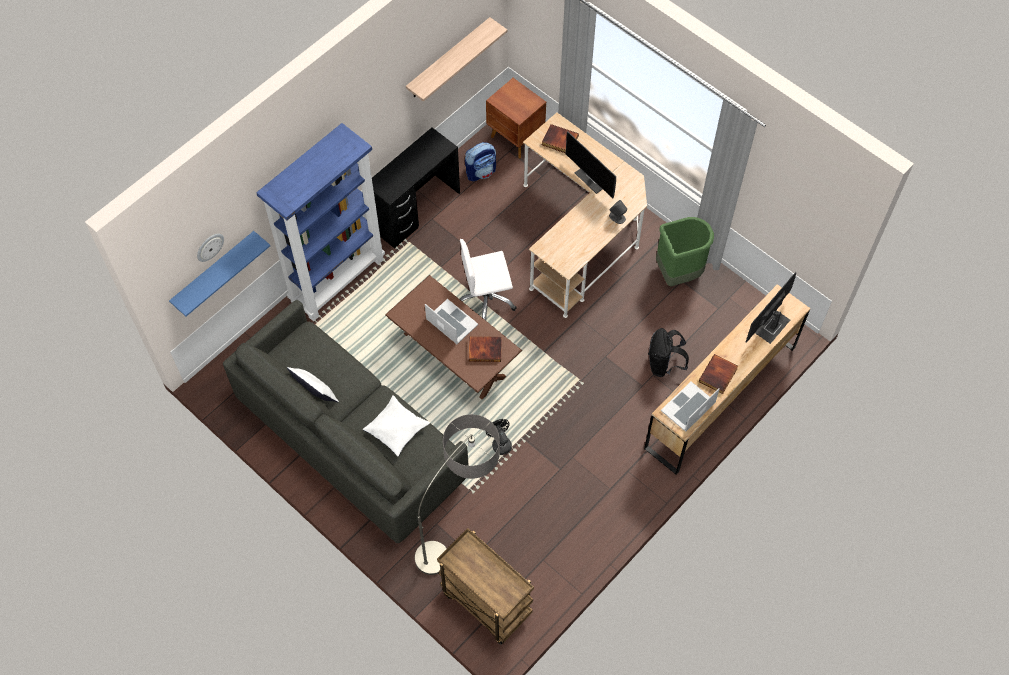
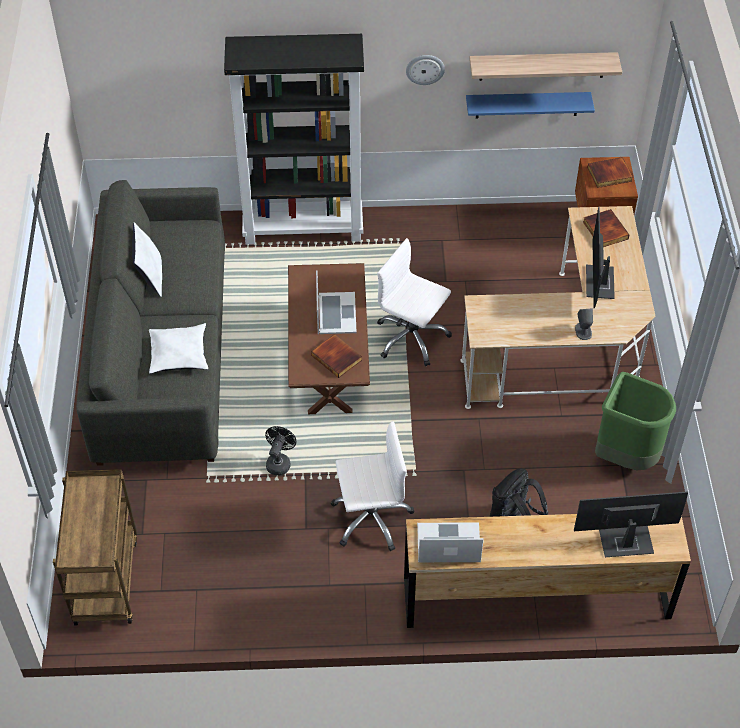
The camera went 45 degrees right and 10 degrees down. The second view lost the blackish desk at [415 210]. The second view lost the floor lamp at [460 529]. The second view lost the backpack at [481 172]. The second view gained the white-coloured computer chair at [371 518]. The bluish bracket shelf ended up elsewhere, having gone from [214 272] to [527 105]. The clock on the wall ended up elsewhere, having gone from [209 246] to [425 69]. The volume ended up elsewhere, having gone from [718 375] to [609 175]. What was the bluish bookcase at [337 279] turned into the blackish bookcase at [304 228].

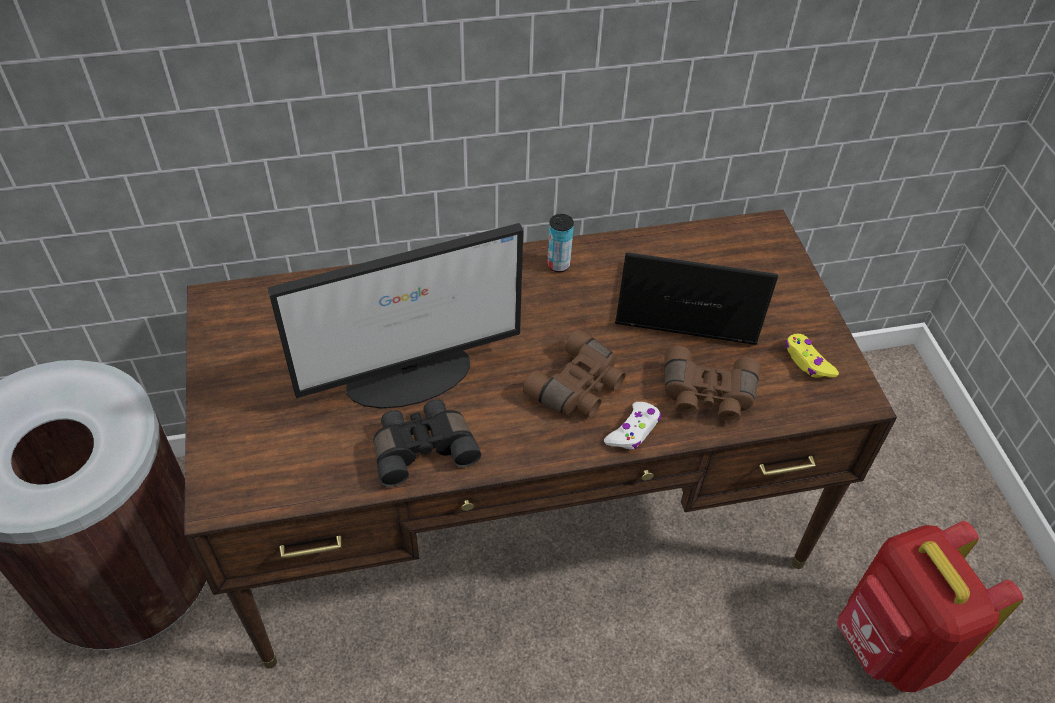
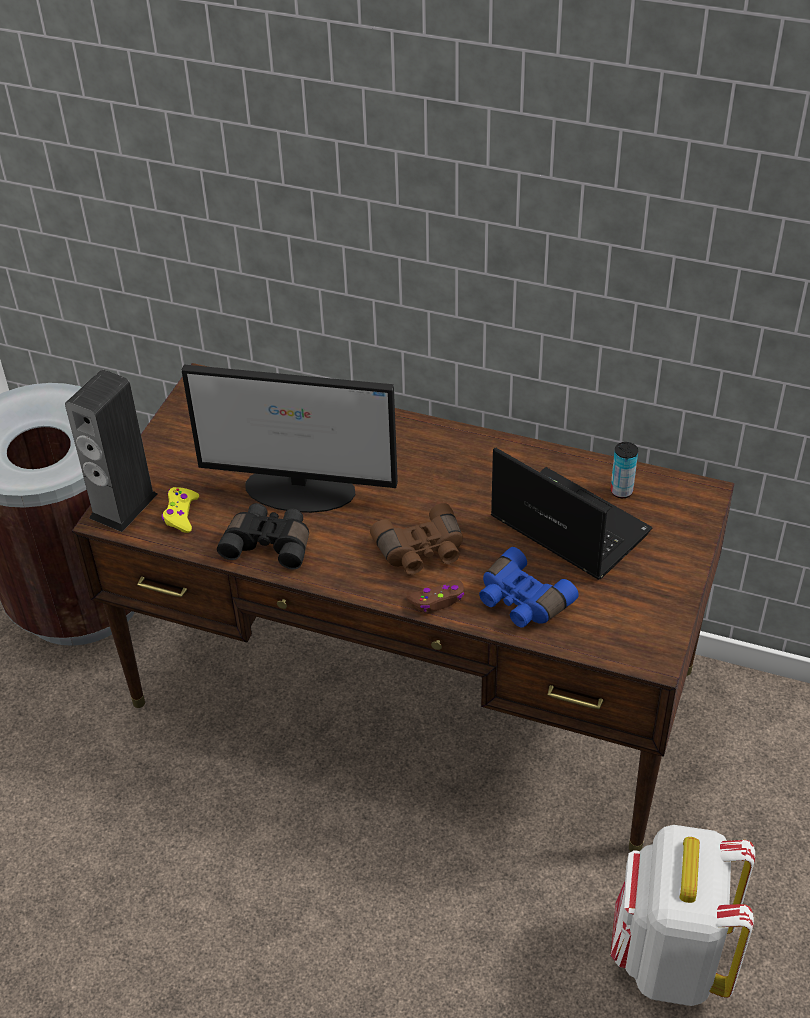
The camera went 35 degrees right and 5 degrees down. The second view gained the audio speaker at [123 506]. The can ended up elsewhere, having gone from [558 265] to [621 491]. The yellow-coloured gamepad ended up elsewhere, having gone from [807 361] to [181 514]. What was the white-coloured gamepad at [633 431] turned into the brown gamepad at [438 600]. What was the brown binoculars at [707 396] turned into the bluish binoculars at [521 601]. What was the red-coloured backpack at [891 645] turned into the white-coloured backpack at [670 958].

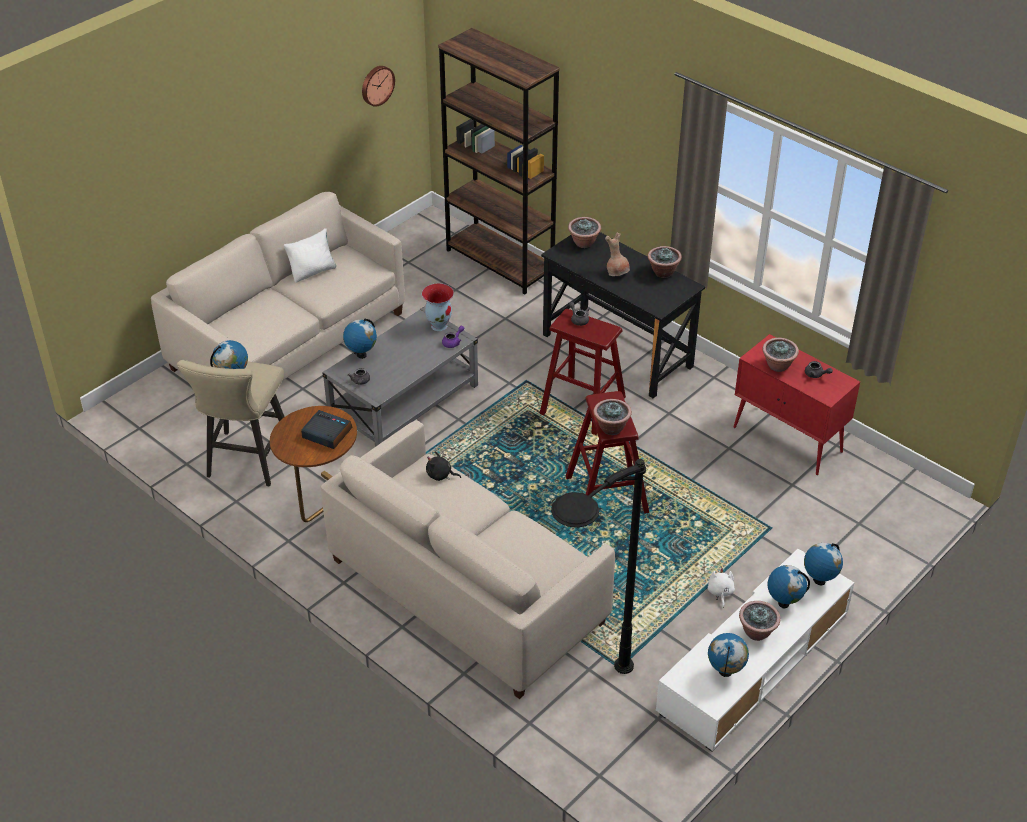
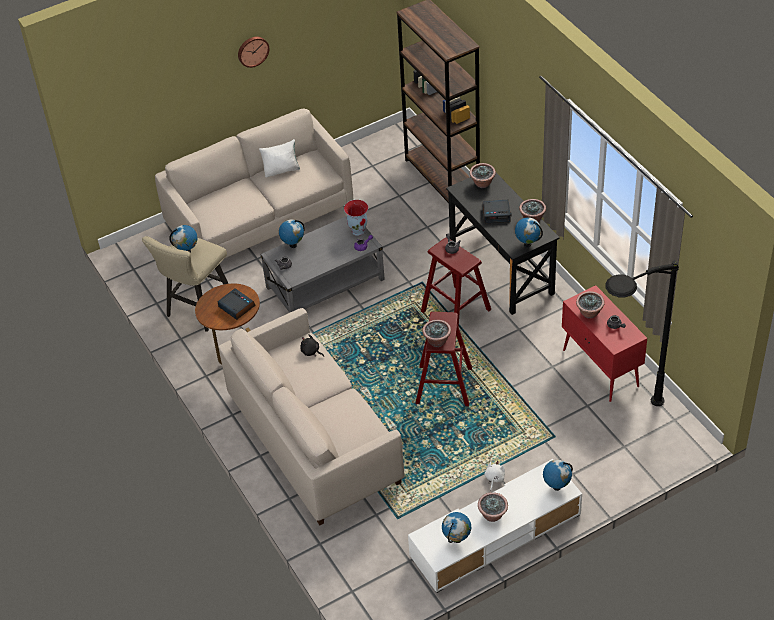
The camera went 20 degrees right and 5 degrees up. The clock on the wall ended up elsewhere, having gone from [376 85] to [252 51]. The blackish floor lamp ended up elsewhere, having gone from [583 703] to [622 419]. The desk globe ended up elsewhere, having gone from [783 603] to [527 244]. Where the brown flower vase stood at [617 273], the alarm clock came to stand at [496 214].

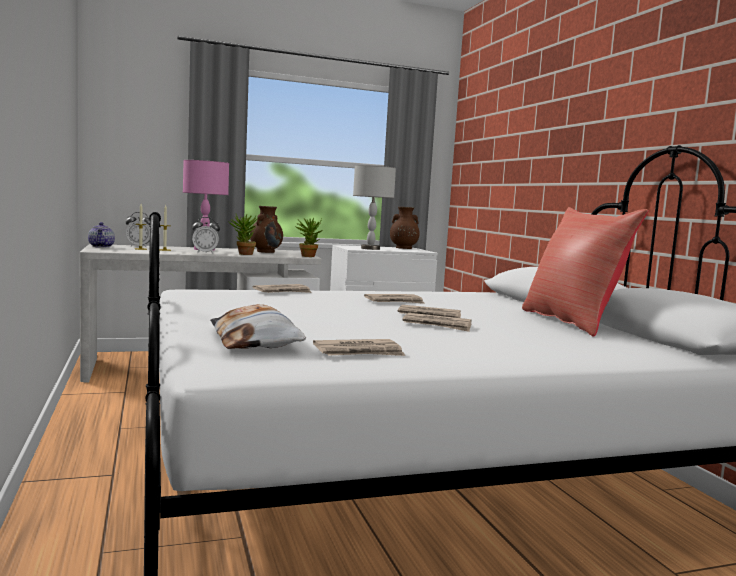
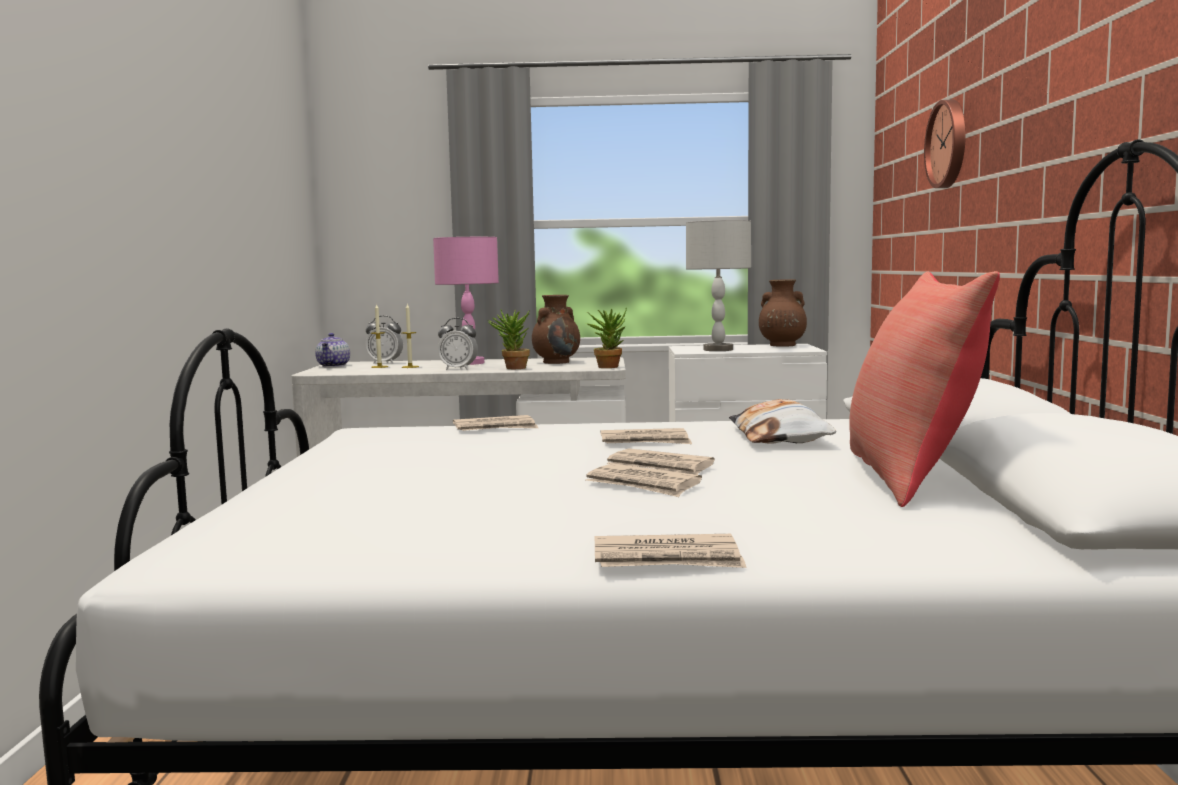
The camera went 20 degrees right and 0 degrees up. The second view gained the clock on the wall at [949 144]. The pillow ended up elsewhere, having gone from [255 340] to [780 437]. The printed paper ended up elsewhere, having gone from [359 352] to [668 559].

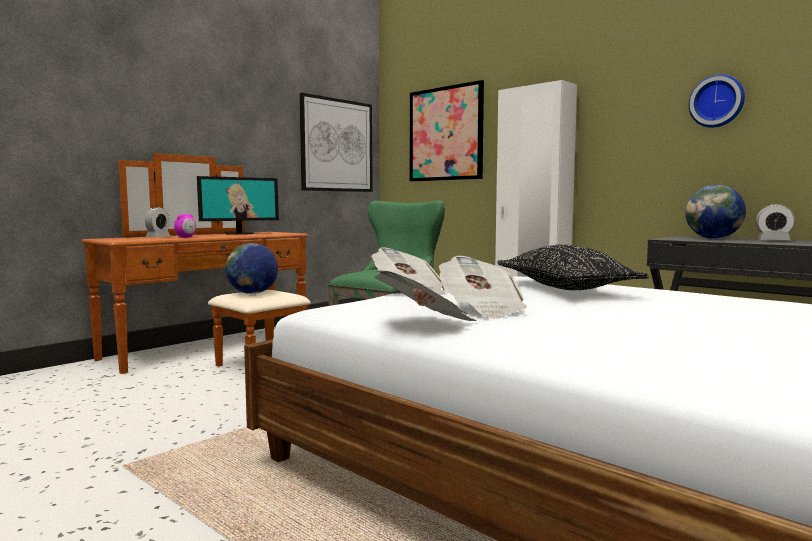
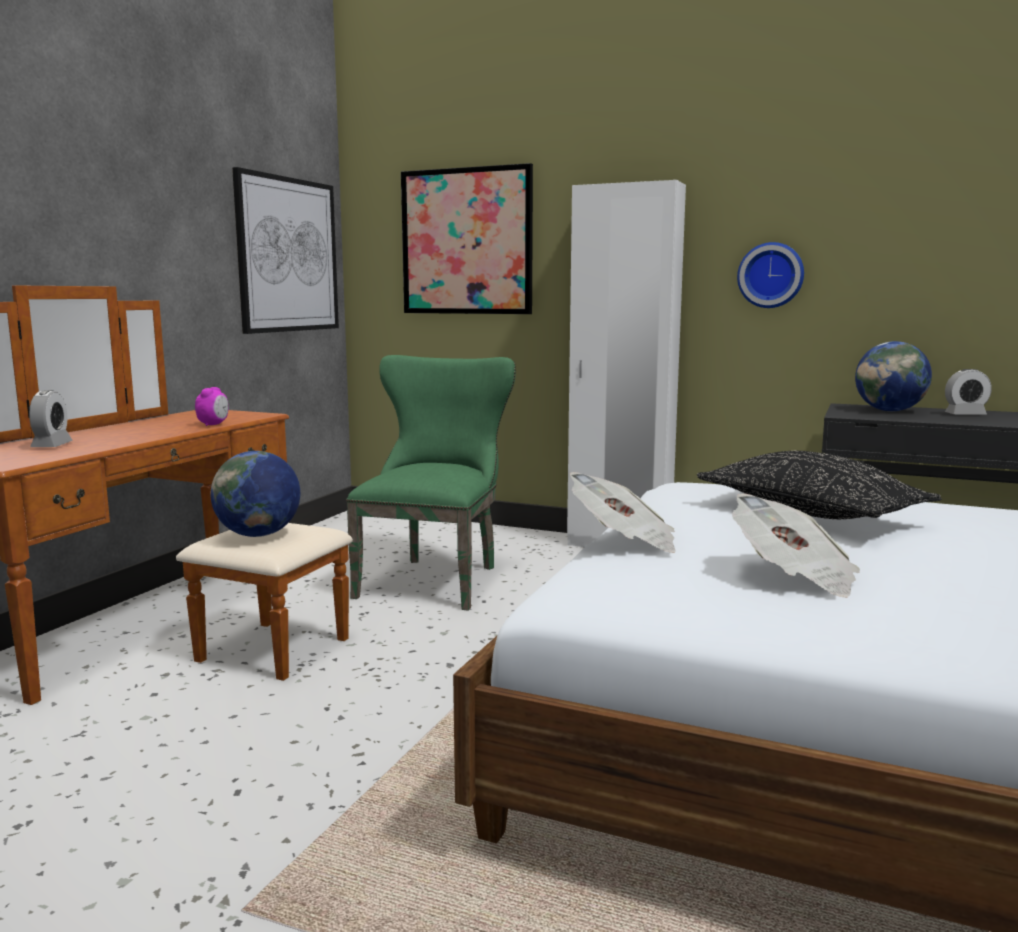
The camera went 20 degrees left and 5 degrees up. The second view lost the monitor at [240 233]. The second view lost the printed paper at [426 325]. The alarm clock ended up elsewhere, having gone from [186 237] to [213 424]. The clock on the wall ended up elsewhere, having gone from [717 101] to [770 275].

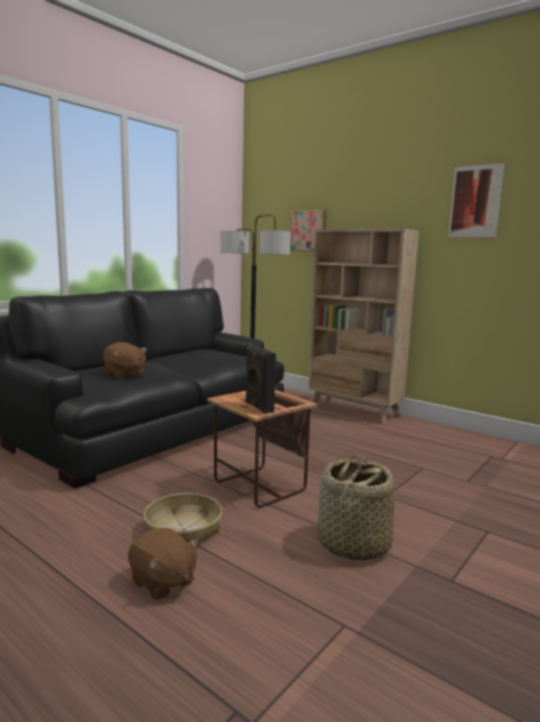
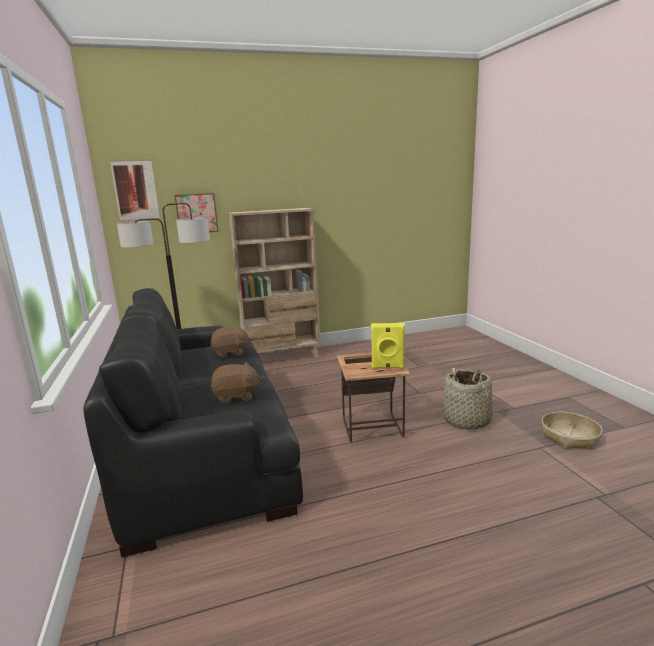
The camera went 55 degrees left and 5 degrees up. The brown cuddly toy ended up elsewhere, having gone from [162 582] to [231 353]. The basket ended up elsewhere, having gone from [183 530] to [570 437]. The picture ended up elsewhere, having gone from [475 201] to [135 190]. What was the blackish audio speaker at [258 407] turned into the yellow-coloured audio speaker at [387 367].

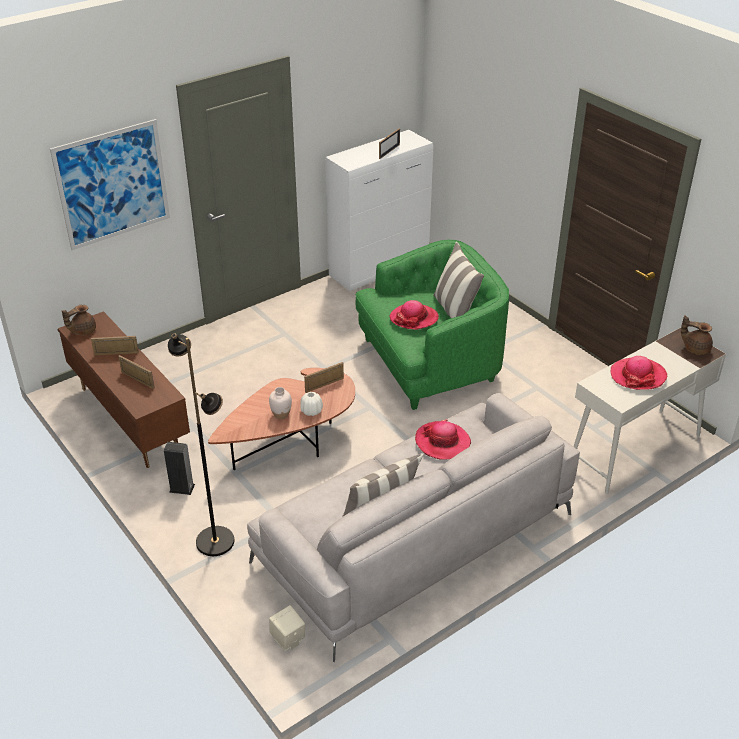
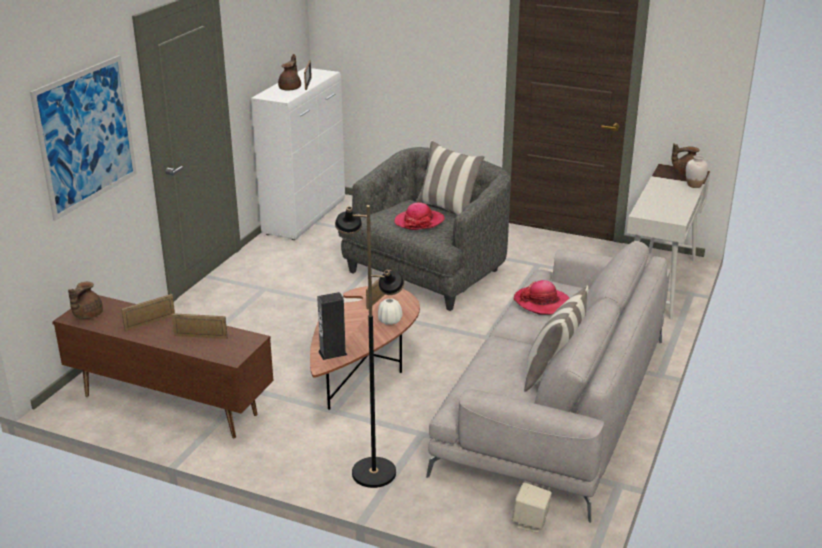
The camera went 30 degrees left and 10 degrees down. The second view lost the wearable hat at [638 376]. The second view gained the brown tea pot at [290 88]. The audio speaker ended up elsewhere, having gone from [182 488] to [332 353]. The white-coloured flower vase ended up elsewhere, having gone from [281 414] to [694 185]. What was the green lounge chair at [429 363] turned into the greyish lounge chair at [427 273].

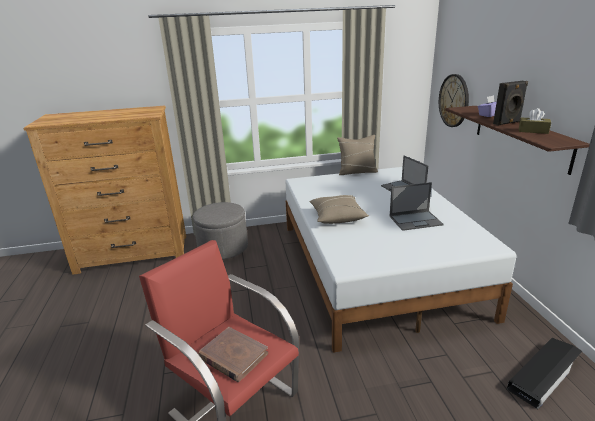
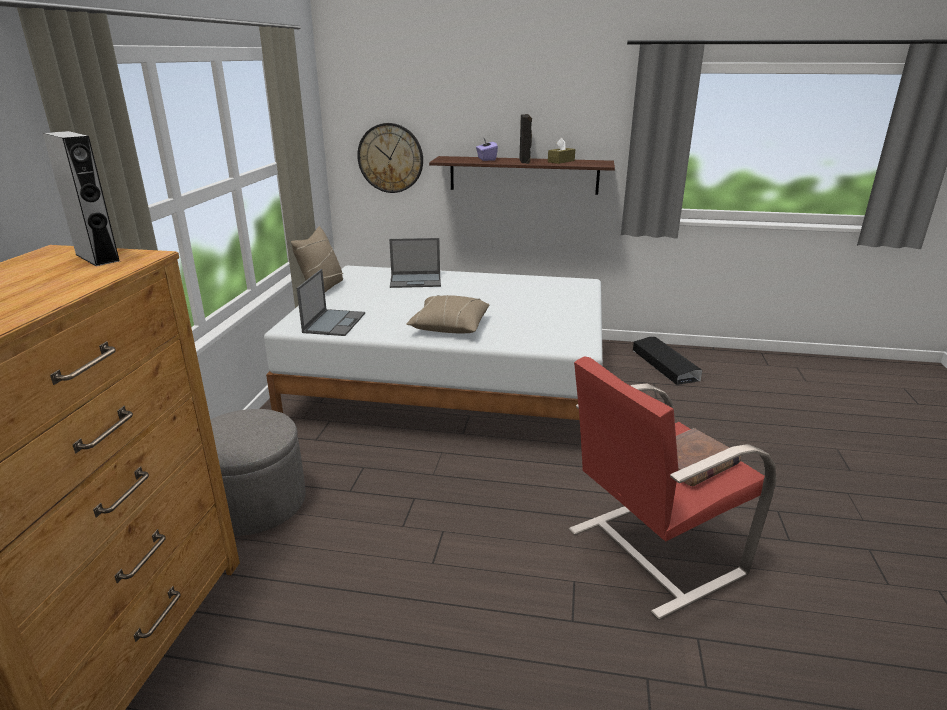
The camera went 70 degrees left and 0 degrees up. The second view gained the greyish audio speaker at [97 257]. The notebook computer ended up elsewhere, having gone from [416 220] to [334 322].

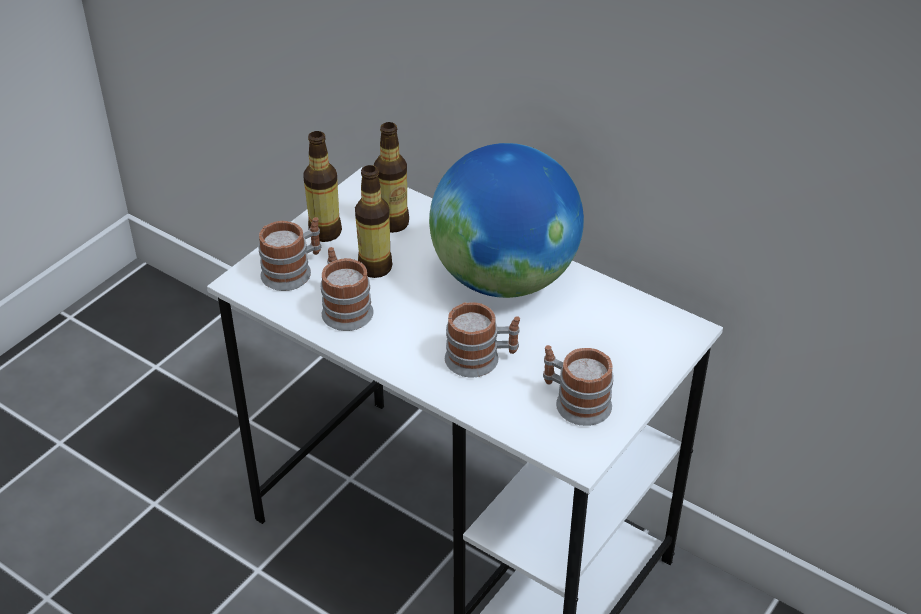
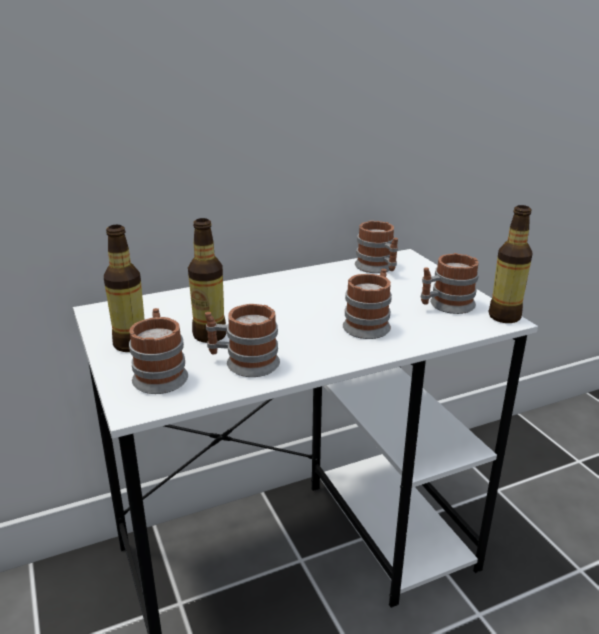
The camera went 60 degrees left and 15 degrees down. The second view lost the desk globe at [503 279]. The second view gained the tea mug at [378 268]. The drink bottle ended up elsewhere, having gone from [393 223] to [504 316].

